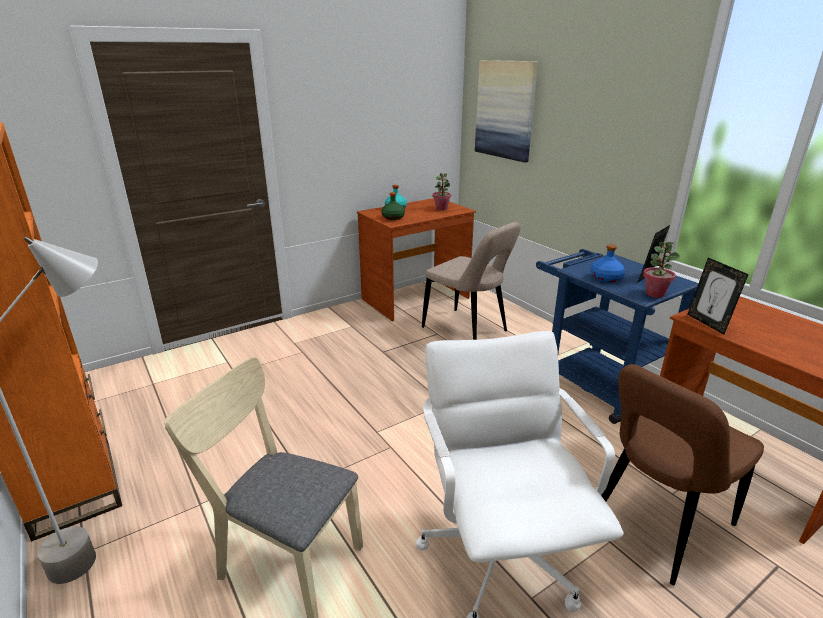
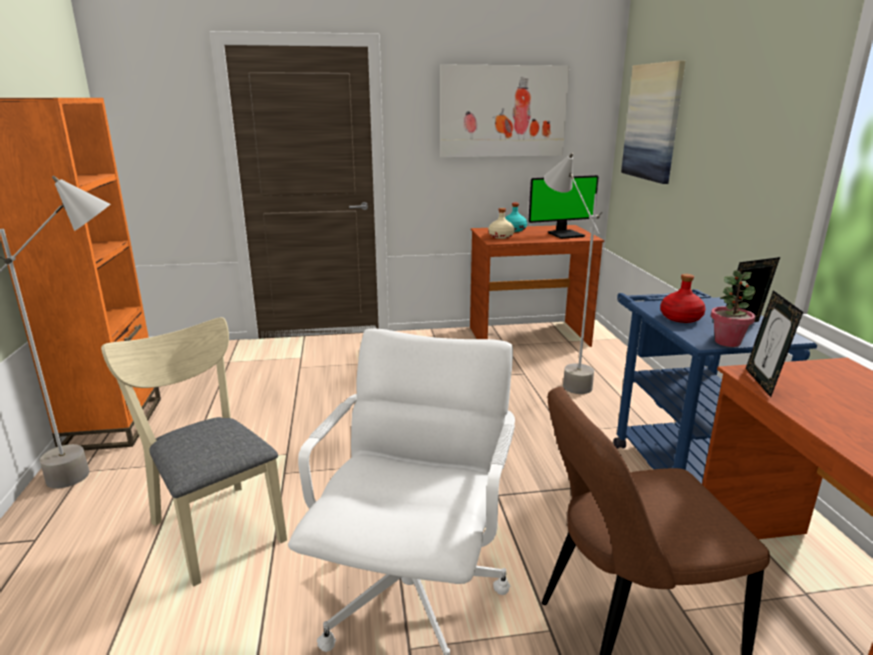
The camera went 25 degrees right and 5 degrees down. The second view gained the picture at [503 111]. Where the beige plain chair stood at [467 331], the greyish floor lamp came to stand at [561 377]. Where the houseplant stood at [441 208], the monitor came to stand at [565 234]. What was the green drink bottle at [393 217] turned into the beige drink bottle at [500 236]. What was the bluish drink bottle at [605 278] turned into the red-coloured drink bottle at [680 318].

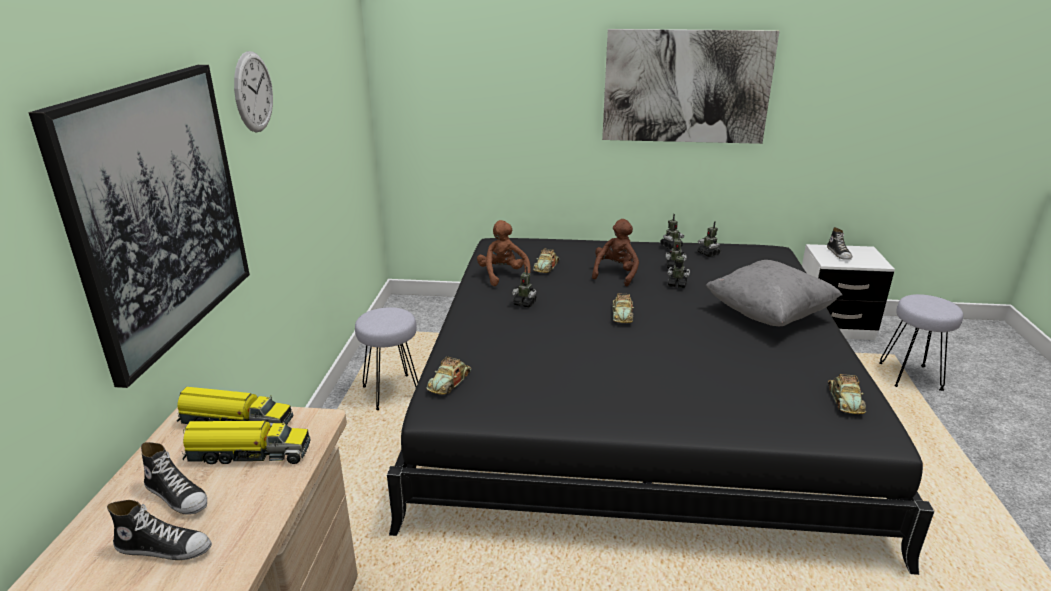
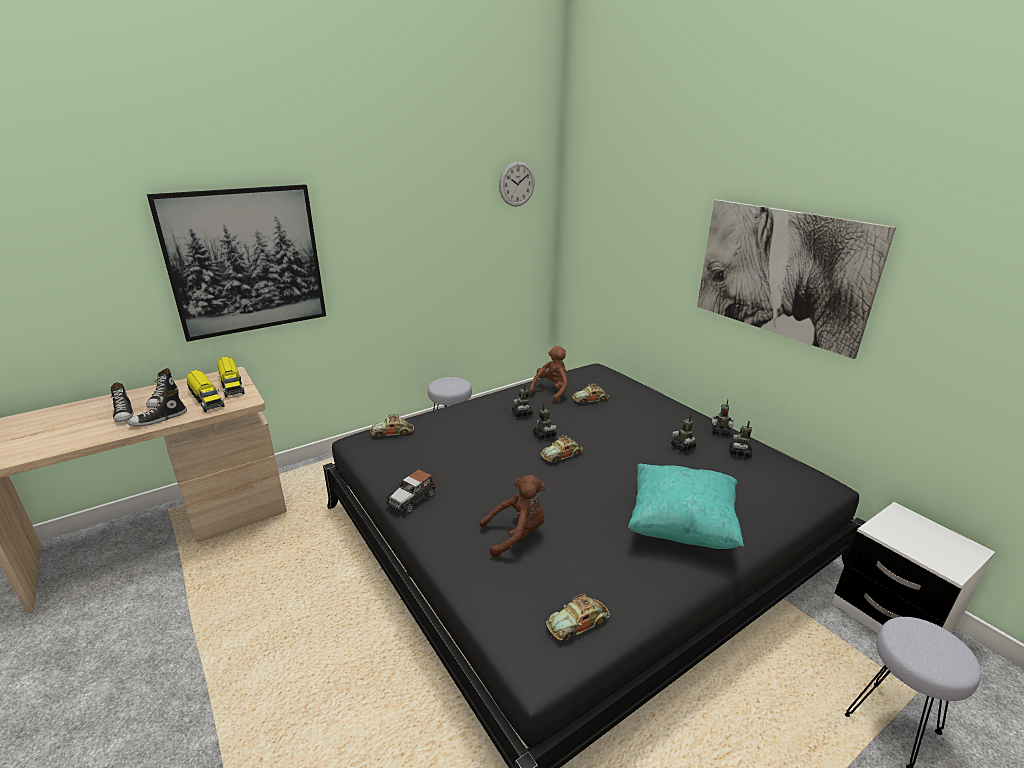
The camera went 50 degrees right and 0 degrees up. The second view gained the toy car at [411 499]. The clock on the wall ended up elsewhere, having gone from [253 92] to [517 184]. The brown cuddly toy ended up elsewhere, having gone from [616 273] to [516 535]. The model robot ended up elsewhere, having gone from [677 284] to [544 435]. The low shoe ended up elsewhere, having gone from [839 254] to [159 419]. What was the greyish pillow at [768 314] turned into the blue-green pillow at [681 526].

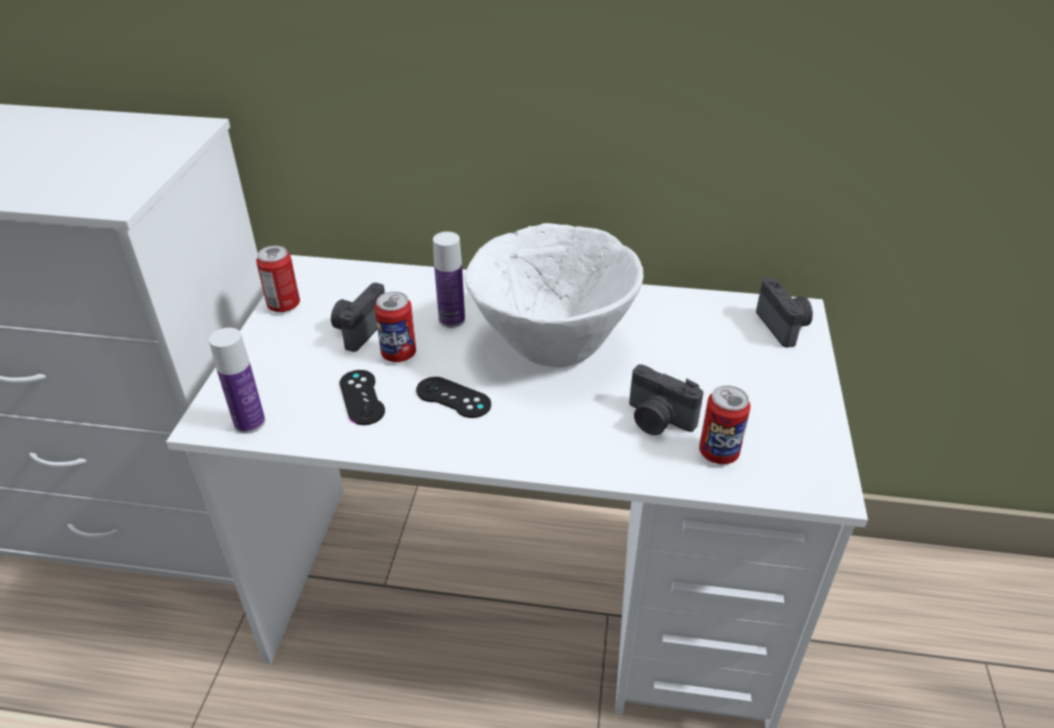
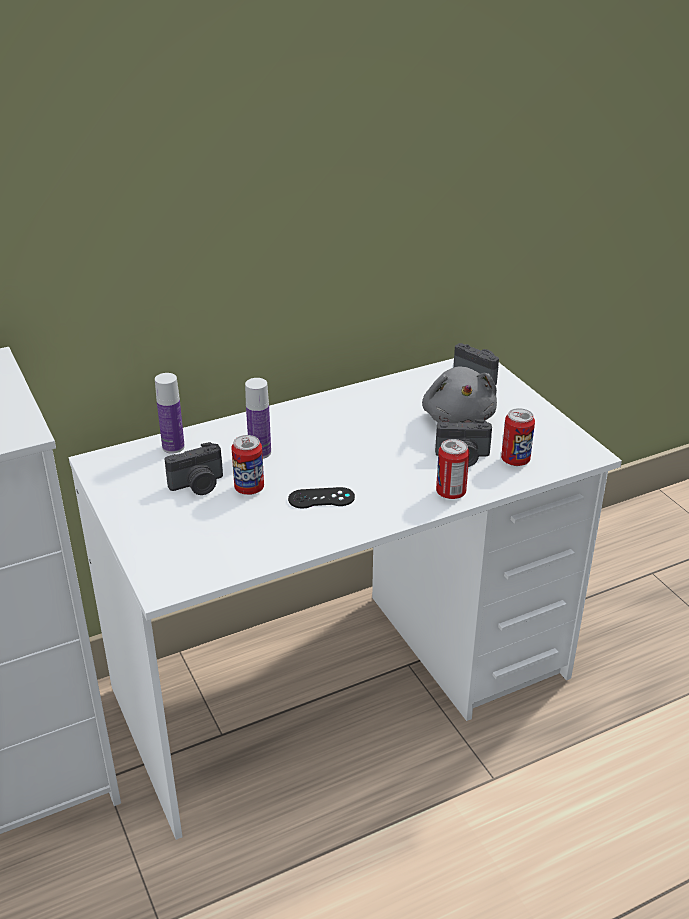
The camera went 35 degrees left and 5 degrees down. The second view lost the blackish gamepad at [362 397]. The second view lost the white-coloured bowl at [551 346]. The second view gained the greyish cuddly toy at [458 418]. The drink bottle ended up elsewhere, having gone from [249 423] to [173 447]. The can ended up elsewhere, having gone from [284 305] to [450 493]. The photo camera at [358 330] ended up facing another way, 105 degrees counterclockwise from before.

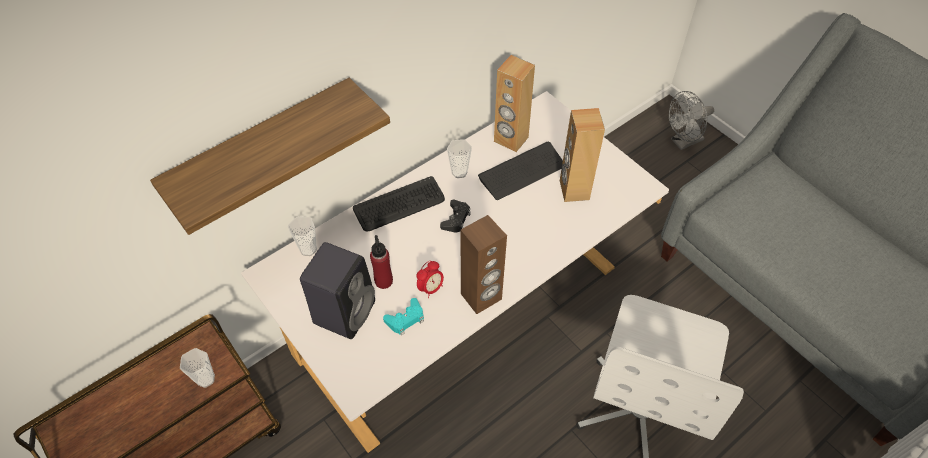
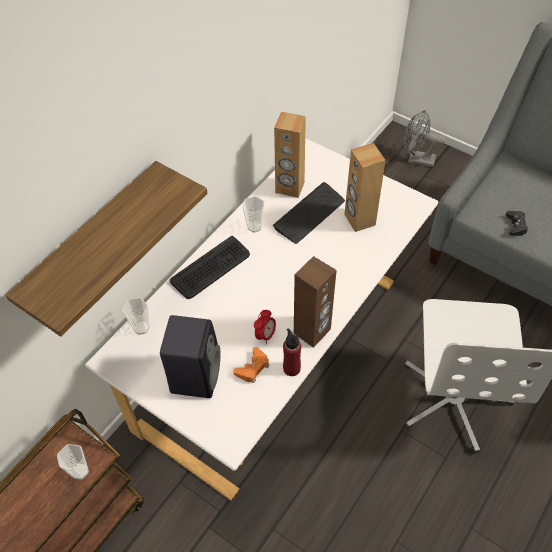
The camera went 15 degrees left and 0 degrees up. The red-coloured drink bottle ended up elsewhere, having gone from [383 281] to [291 368]. The blackish gamepad ended up elsewhere, having gone from [456 219] to [515 225]. What was the blue-green gamepad at [405 319] turned into the orange-coloured gamepad at [252 368]. The greyish electric fan at [683 142] ended up facing another way, 60 degrees clockwise from before.

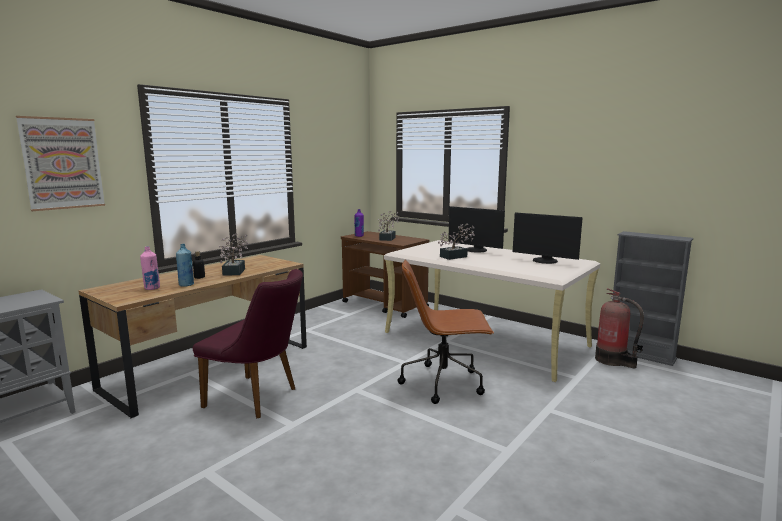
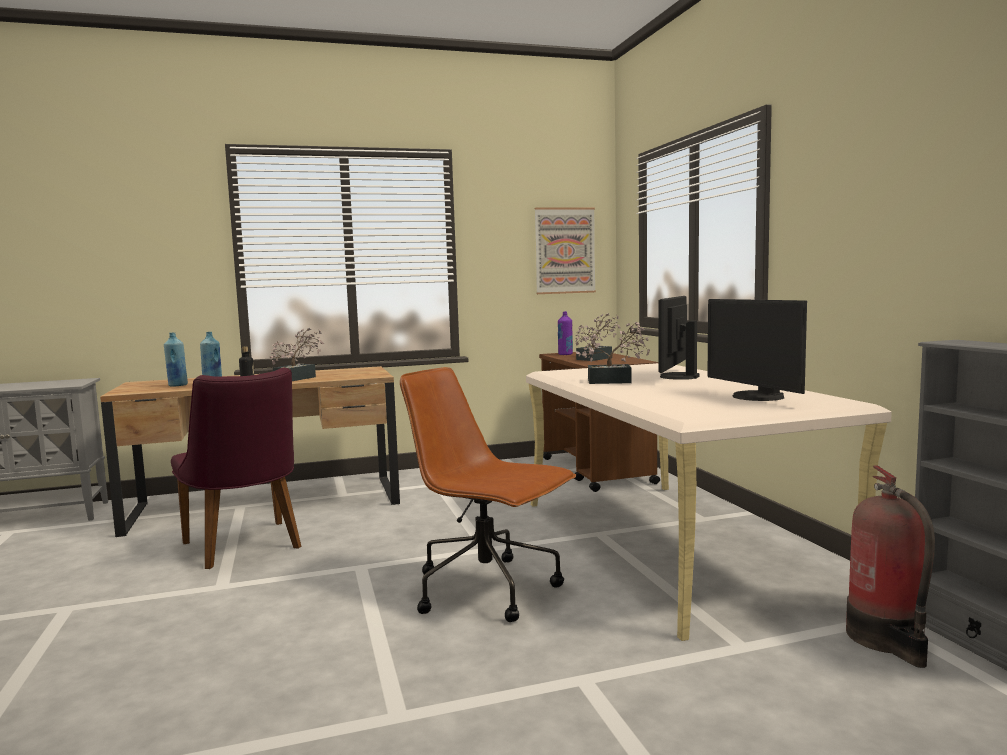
The camera went 35 degrees right and 5 degrees down. The picture ended up elsewhere, having gone from [62 163] to [564 251]. What was the pink drink bottle at [152 288] turned into the bluish drink bottle at [177 385]. The monitor at [475 250] ended up facing another way, 45 degrees clockwise from before.

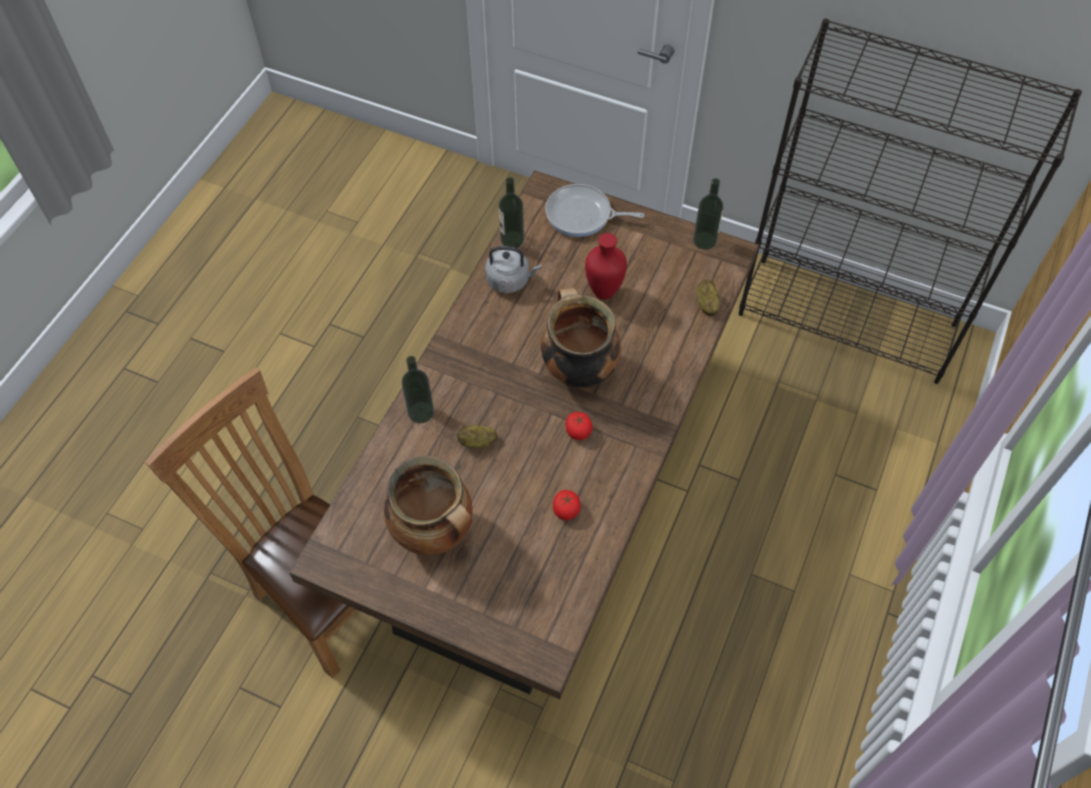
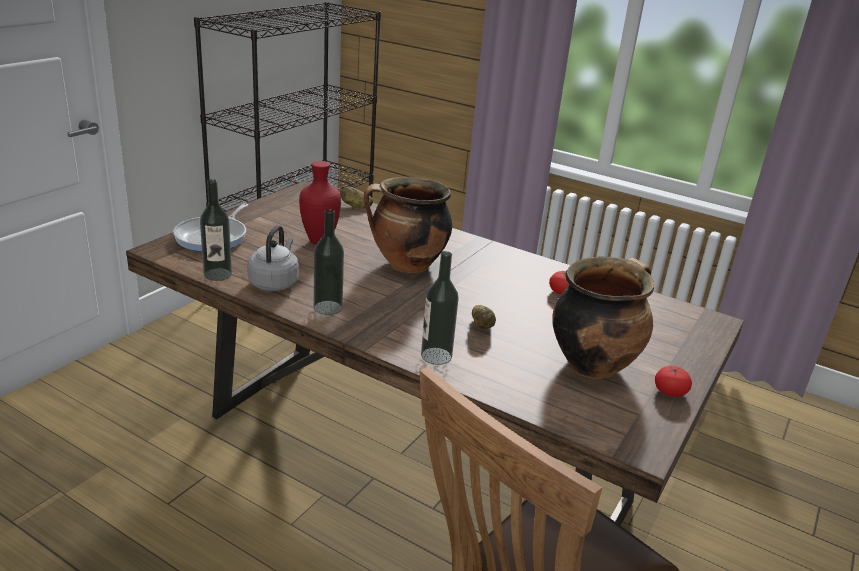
The camera went 85 degrees left and 30 degrees down. The fresh tomato ended up elsewhere, having gone from [578 431] to [669 391]. The drink bottle ended up elsewhere, having gone from [704 240] to [328 308].

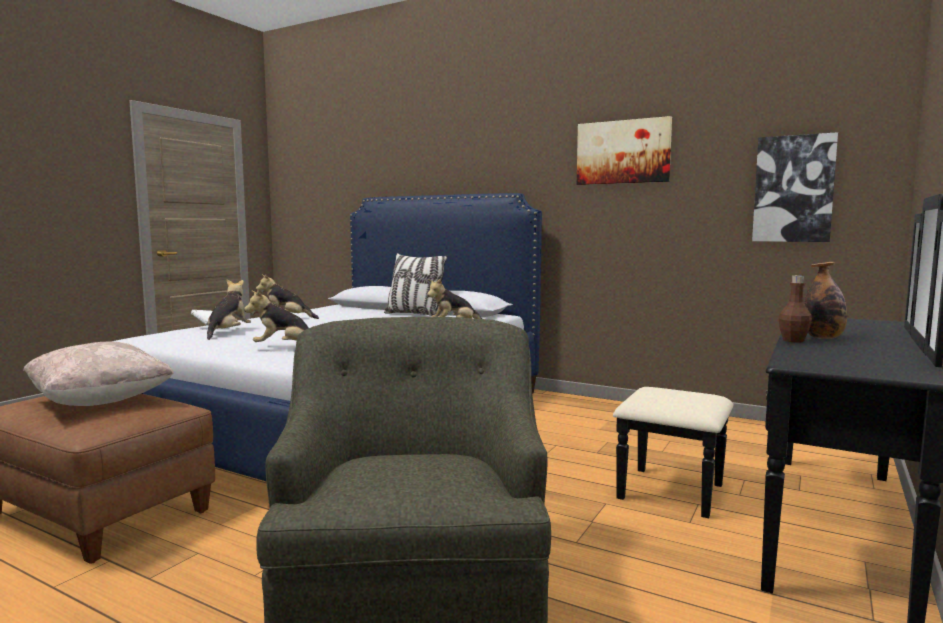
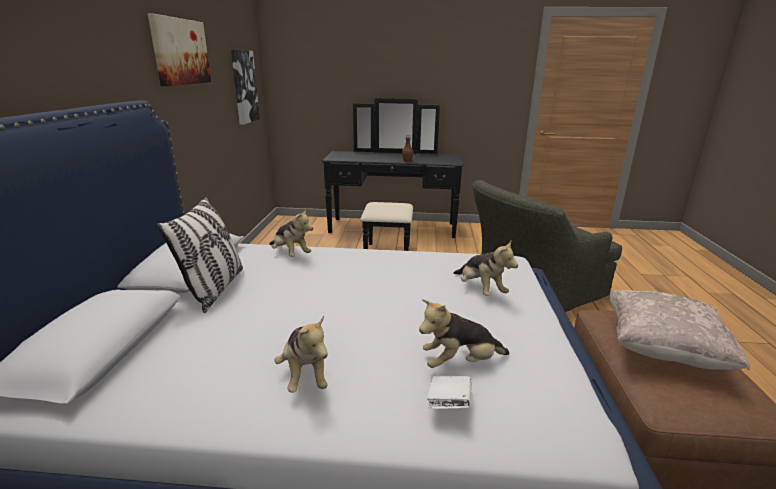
The camera went 115 degrees left and 15 degrees up. The second view lost the drink bottle at [823 338].

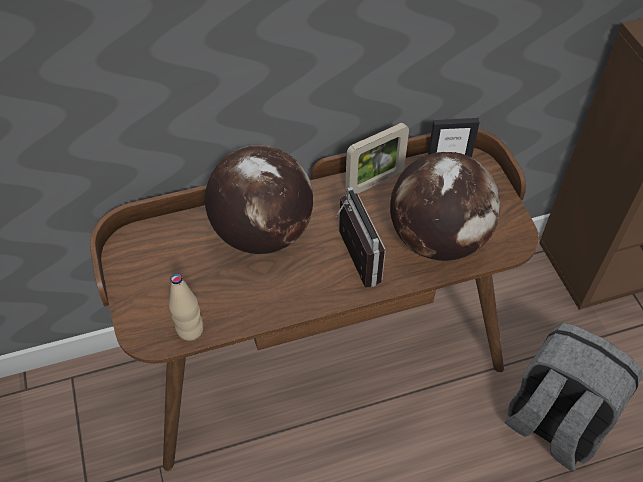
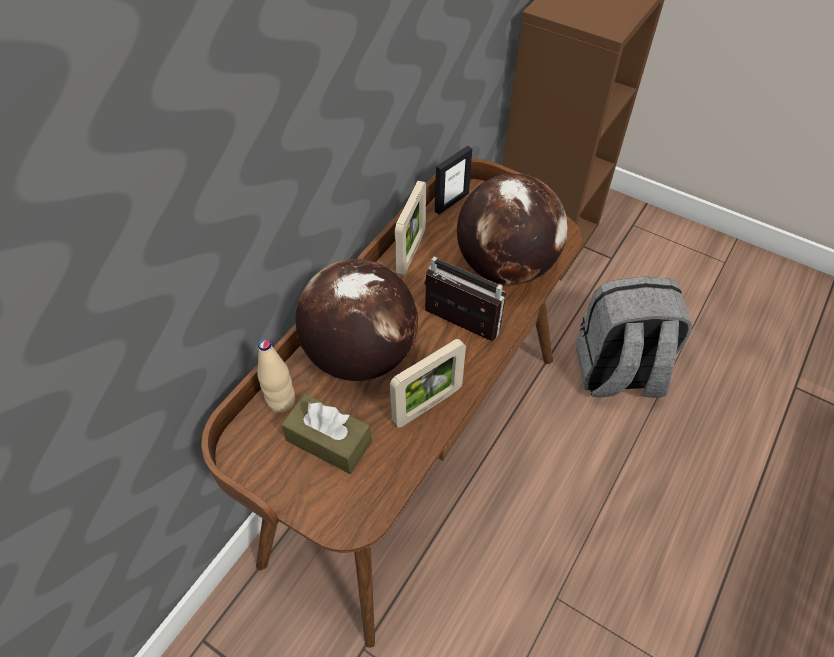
The camera went 40 degrees left and 0 degrees up. The second view gained the brown tissue holder at [329 441]. The second view gained the picture frame at [427 405]. The beige drink bottle ended up elsewhere, having gone from [190 330] to [281 401].

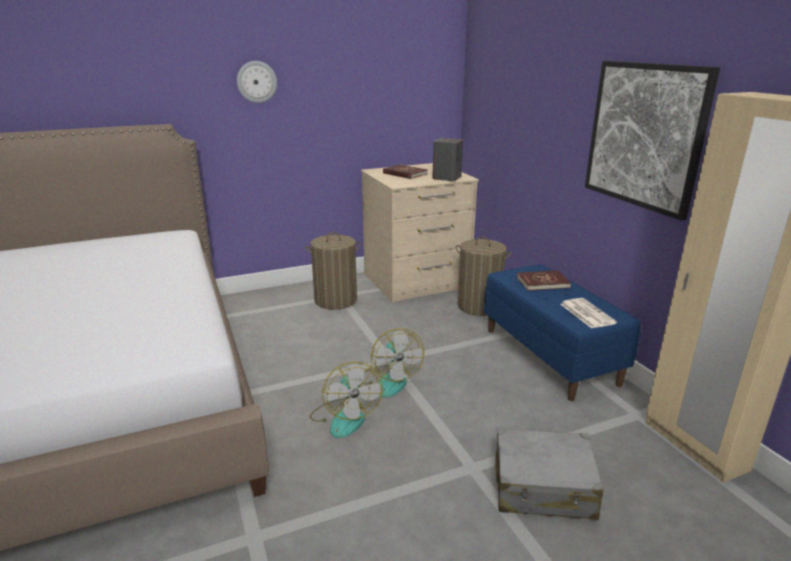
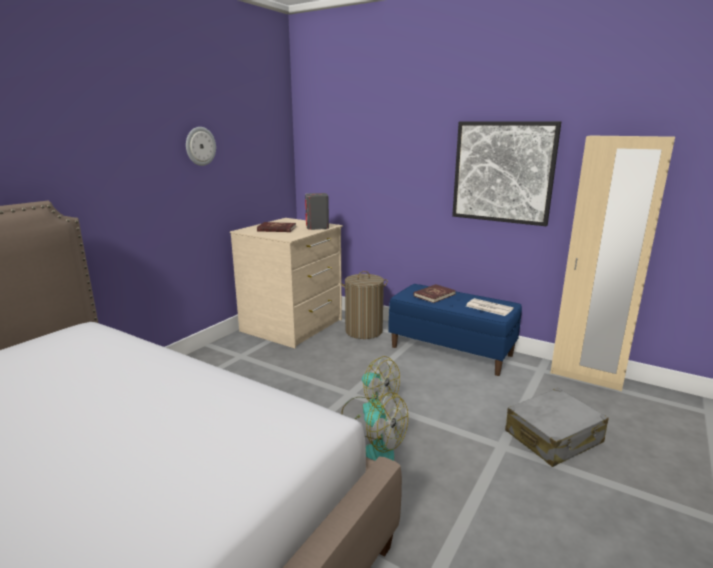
The camera went 35 degrees left and 5 degrees down. The second view lost the hamper at [335 300]. The clock on the wall ended up elsewhere, having gone from [256 82] to [200 146].

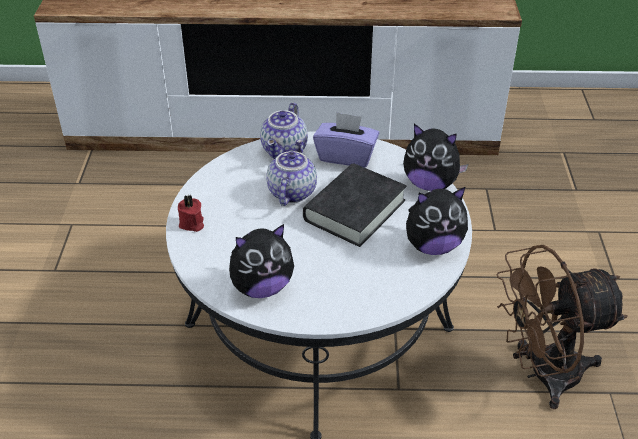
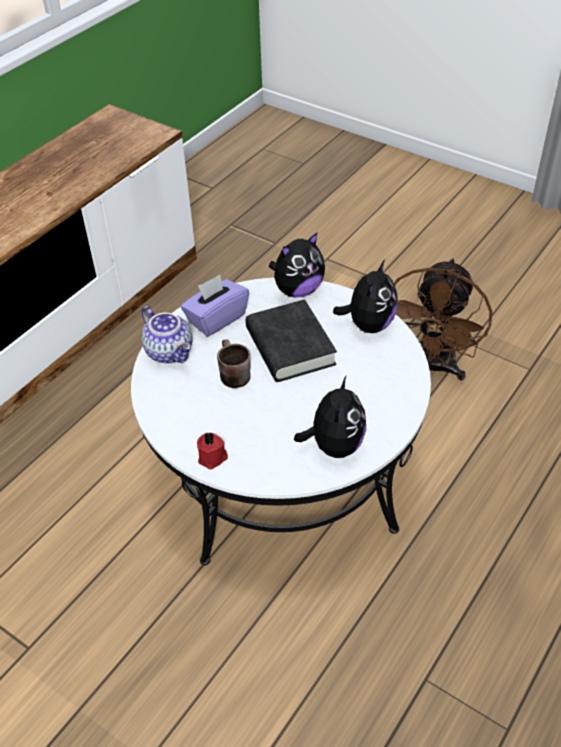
The camera went 55 degrees left and 5 degrees up. Where the tea pot stood at [291 192], the brown tea mug came to stand at [230 374].

